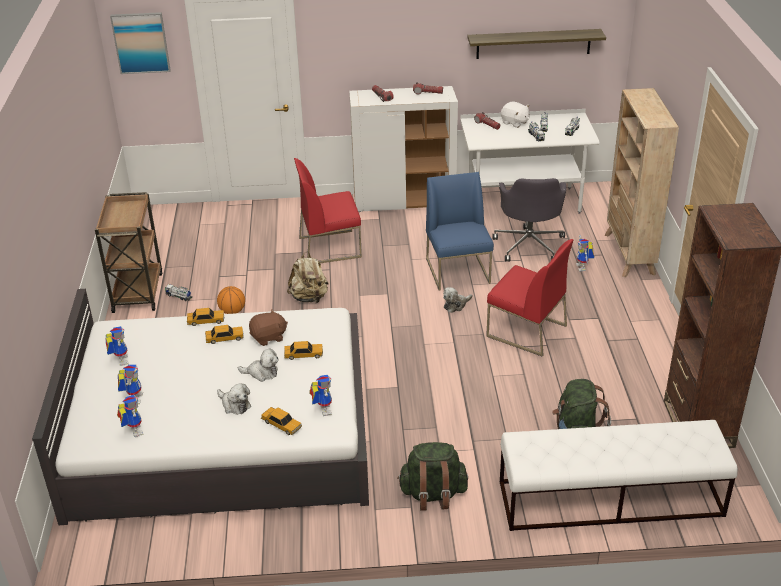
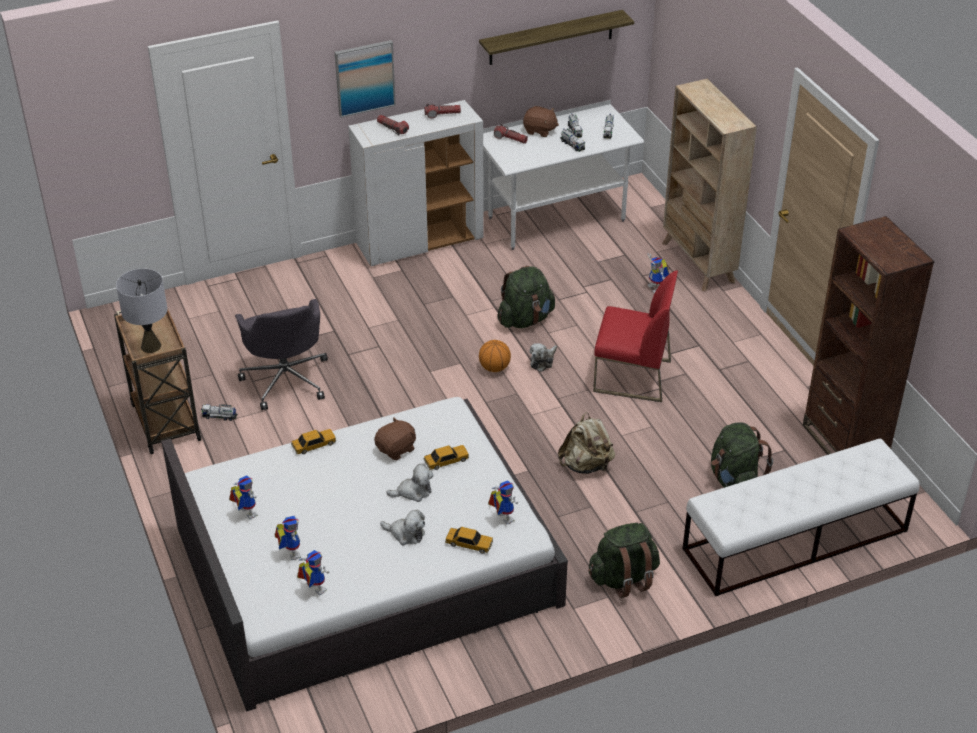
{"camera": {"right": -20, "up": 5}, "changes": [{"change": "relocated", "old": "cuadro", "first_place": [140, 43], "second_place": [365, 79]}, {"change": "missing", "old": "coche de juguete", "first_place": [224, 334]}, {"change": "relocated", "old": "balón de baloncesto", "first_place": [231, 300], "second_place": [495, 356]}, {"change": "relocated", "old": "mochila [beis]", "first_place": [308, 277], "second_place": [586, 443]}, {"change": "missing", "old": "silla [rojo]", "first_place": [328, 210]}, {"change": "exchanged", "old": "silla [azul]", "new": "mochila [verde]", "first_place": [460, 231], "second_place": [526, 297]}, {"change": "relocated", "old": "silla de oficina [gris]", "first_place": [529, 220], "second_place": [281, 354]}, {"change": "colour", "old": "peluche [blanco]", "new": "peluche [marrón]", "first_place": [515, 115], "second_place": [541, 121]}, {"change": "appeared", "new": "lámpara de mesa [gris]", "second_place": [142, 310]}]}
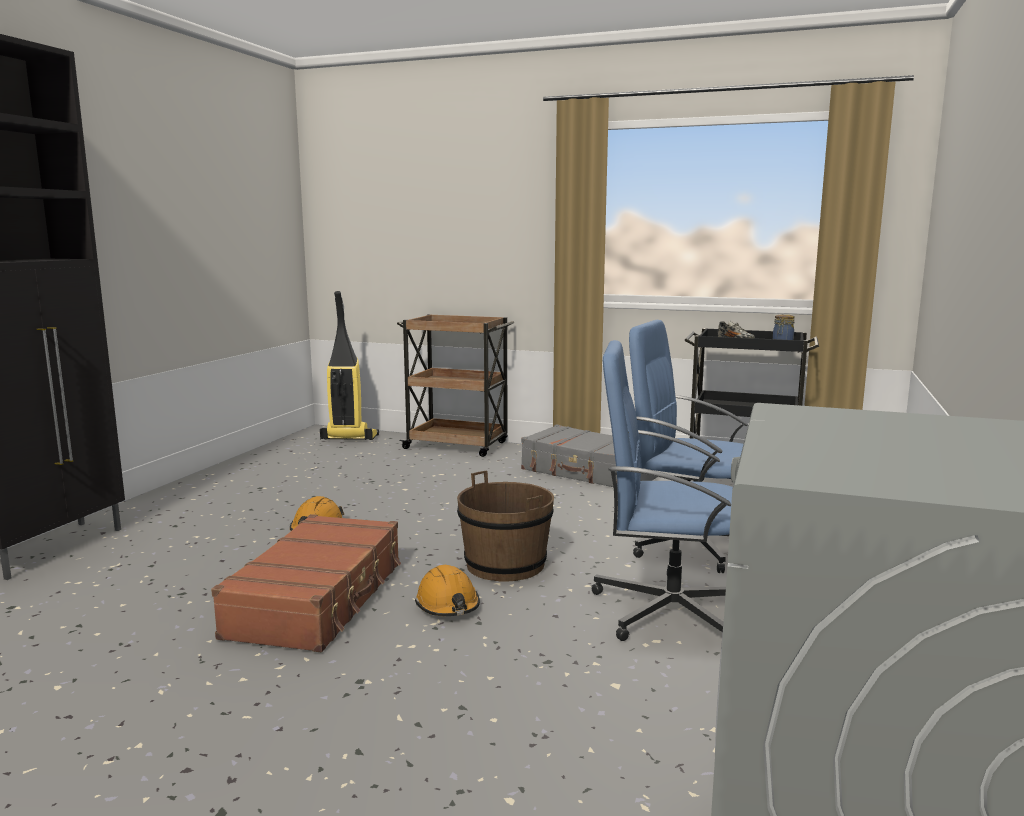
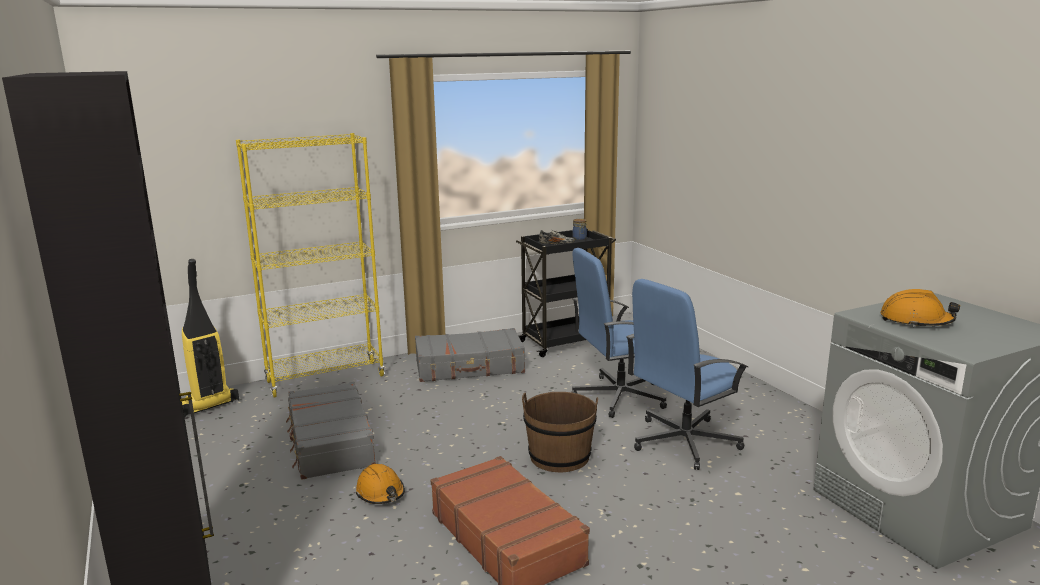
{"camera": {"right": -45, "up": 5}, "changes": [{"change": "exchanged", "old": "carrito [marrón]", "new": "estantería [amarillo]", "first_place": [455, 385], "second_place": [310, 265]}, {"change": "relocated", "old": "casco [naranja]", "first_place": [447, 590], "second_place": [920, 308]}, {"change": "appeared", "new": "maleta [gris]", "second_place": [331, 431]}]}
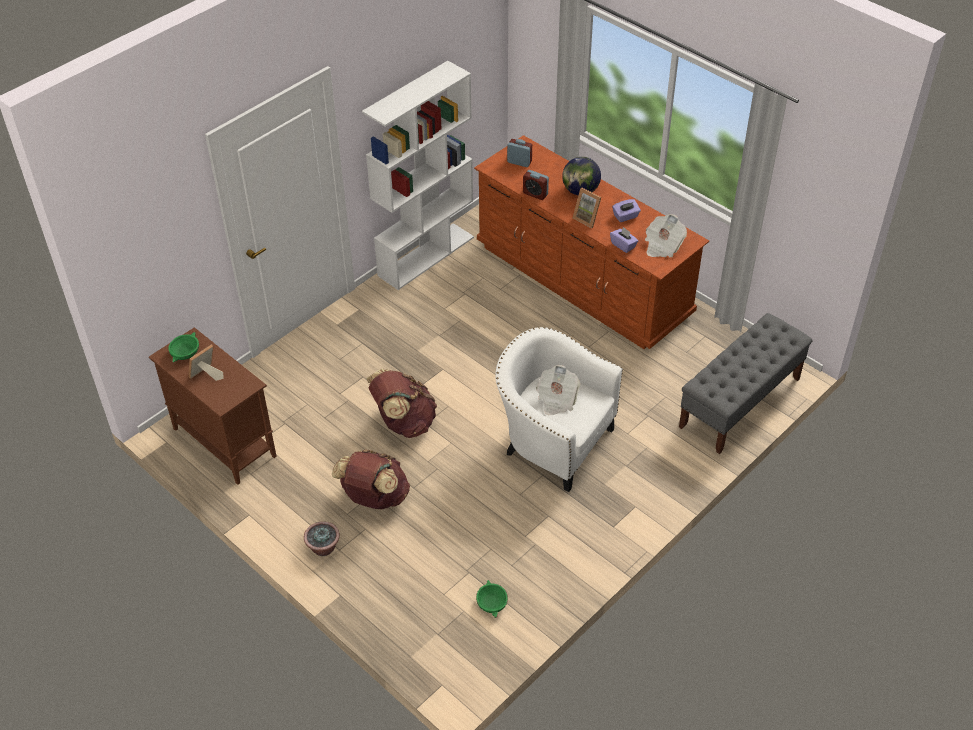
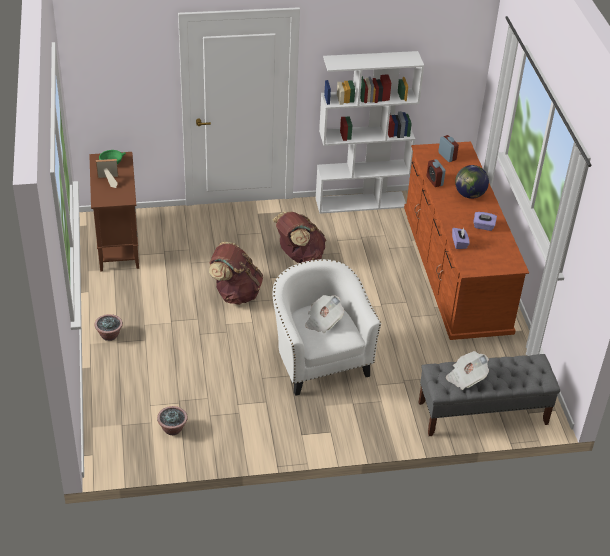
{"camera": {"right": 35, "up": -5}, "changes": [{"change": "relocated", "old": "mochila [marrón]", "first_place": [371, 479], "second_place": [299, 237]}, {"change": "exchanged", "old": "cuenco [verde]", "new": "planta en maceta", "first_place": [492, 599], "second_place": [172, 420]}, {"change": "missing", "old": "portarretratos", "first_place": [587, 208]}, {"change": "relocated", "old": "periódico", "first_place": [666, 235], "second_place": [467, 370]}]}
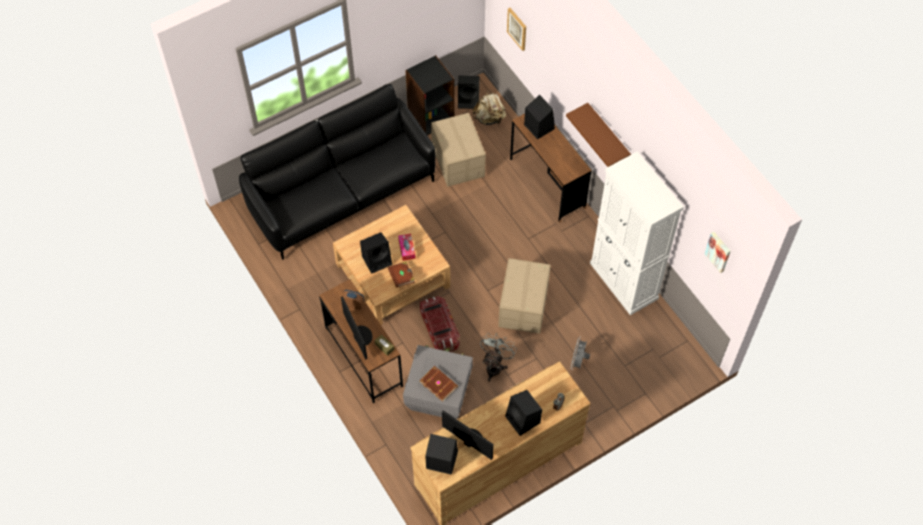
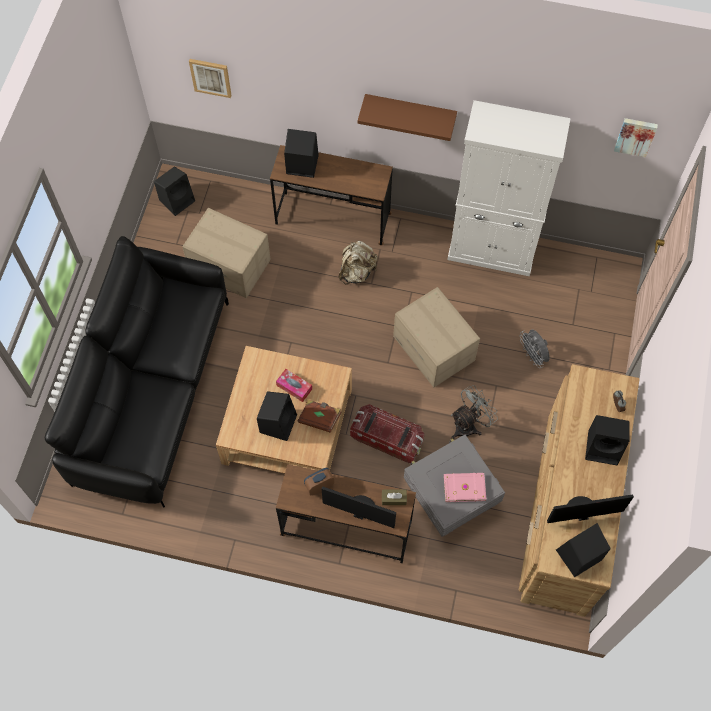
{"camera": {"right": -45, "up": 5}, "changes": [{"change": "missing", "old": "estantería [negro]", "first_place": [429, 95]}, {"change": "colour", "old": "libro [marrón]", "new": "libro [rosa]", "first_place": [439, 384], "second_place": [465, 487]}, {"change": "relocated", "old": "mochila [beis]", "first_place": [489, 107], "second_place": [358, 263]}, {"change": "spun", "old": "ventilador [gris]", "first_place": [498, 357], "second_place": [474, 412], "degrees": 75}]}
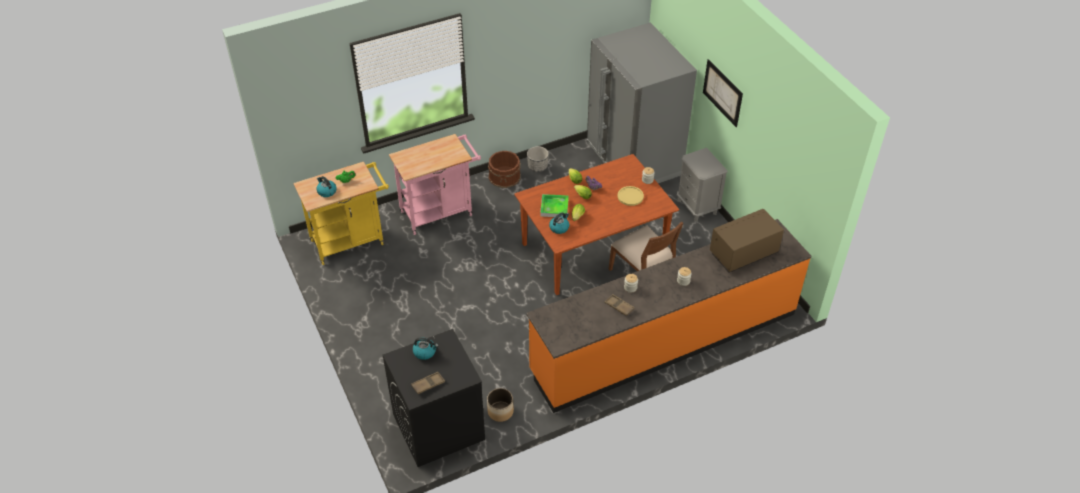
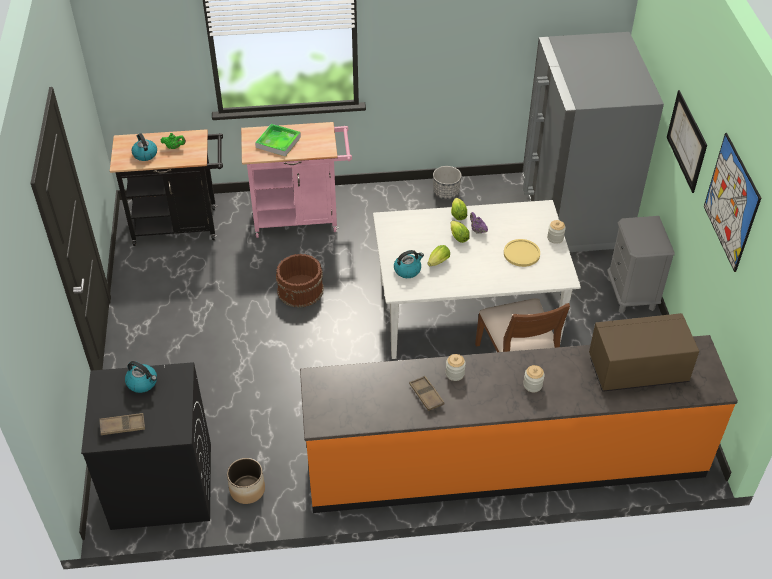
{"camera": {"right": 20, "up": 0}, "changes": [{"change": "colour", "old": "carrito [amarillo]", "new": "carrito [negro]", "first_place": [341, 213], "second_place": [166, 187]}, {"change": "relocated", "old": "cubo [marrón]", "first_place": [504, 169], "second_place": [300, 281]}, {"change": "colour", "old": "mesa de comedor [marrón]", "new": "mesa de comedor [blanco]", "first_place": [596, 224], "second_place": [477, 279]}, {"change": "relocated", "old": "bandeja", "first_place": [554, 205], "second_place": [278, 140]}, {"change": "appeared", "new": "cuadro", "second_place": [732, 202]}]}
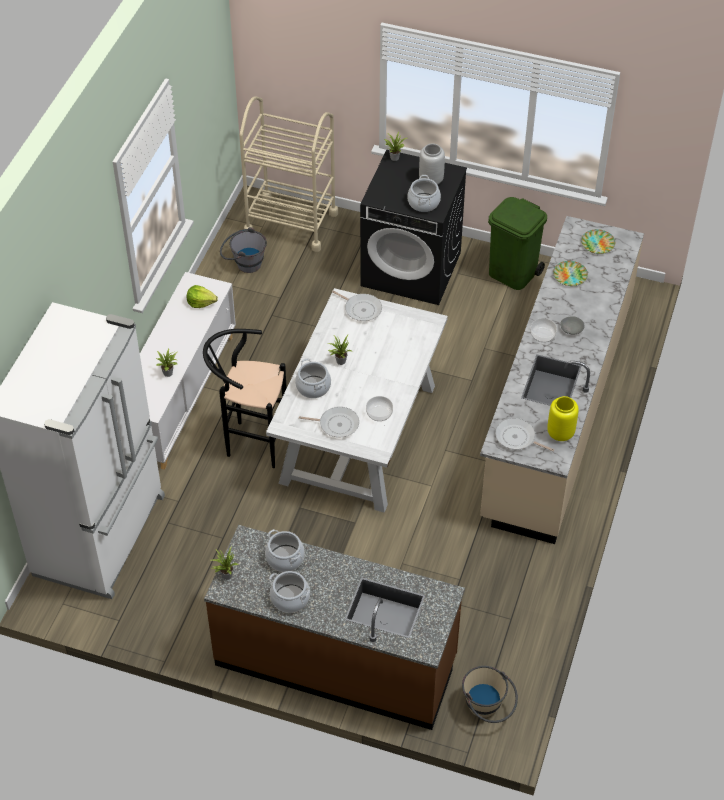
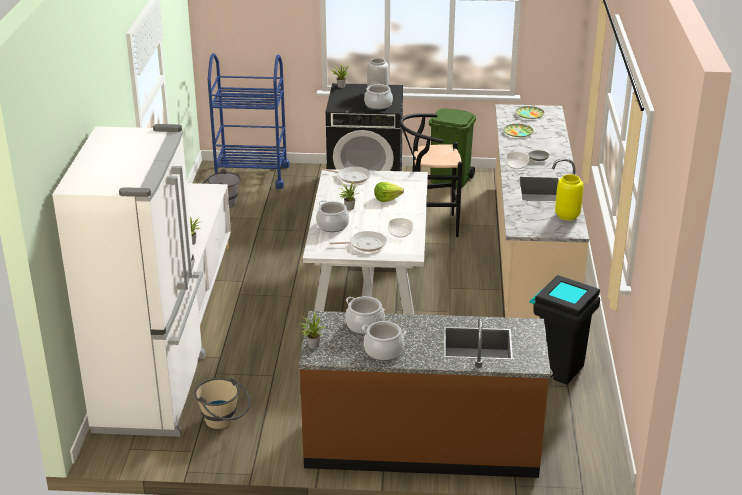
{"camera": {"right": -15, "up": -20}, "changes": [{"change": "relocated", "old": "lechuga", "first_place": [202, 296], "second_place": [389, 192]}, {"change": "relocated", "old": "taburete [negro]", "first_place": [245, 398], "second_place": [431, 175]}, {"change": "colour", "old": "carrito [beis]", "new": "carrito [azul]", "first_place": [289, 174], "second_place": [249, 121]}, {"change": "relocated", "old": "cubo [beis]", "first_place": [490, 694], "second_place": [222, 403]}, {"change": "missing", "old": "sartén", "first_place": [524, 435]}, {"change": "appeared", "new": "papelera [negro]", "second_place": [565, 330]}]}
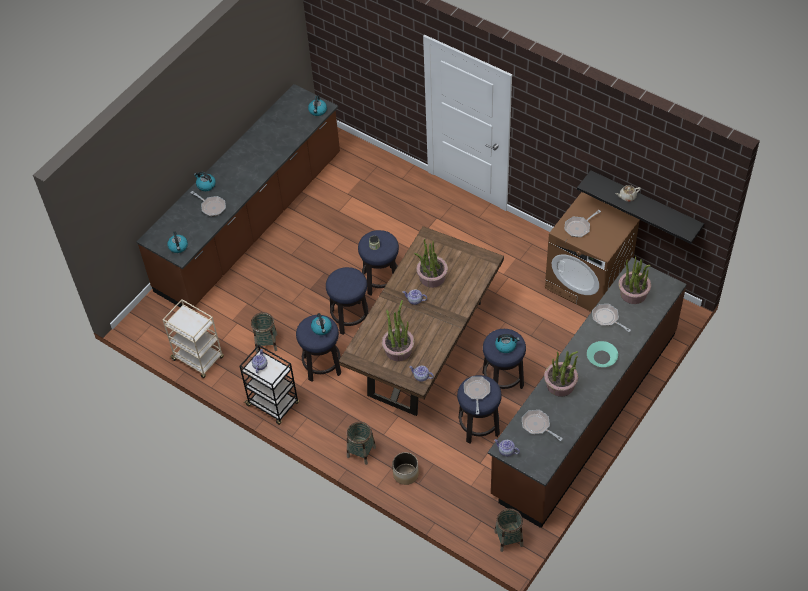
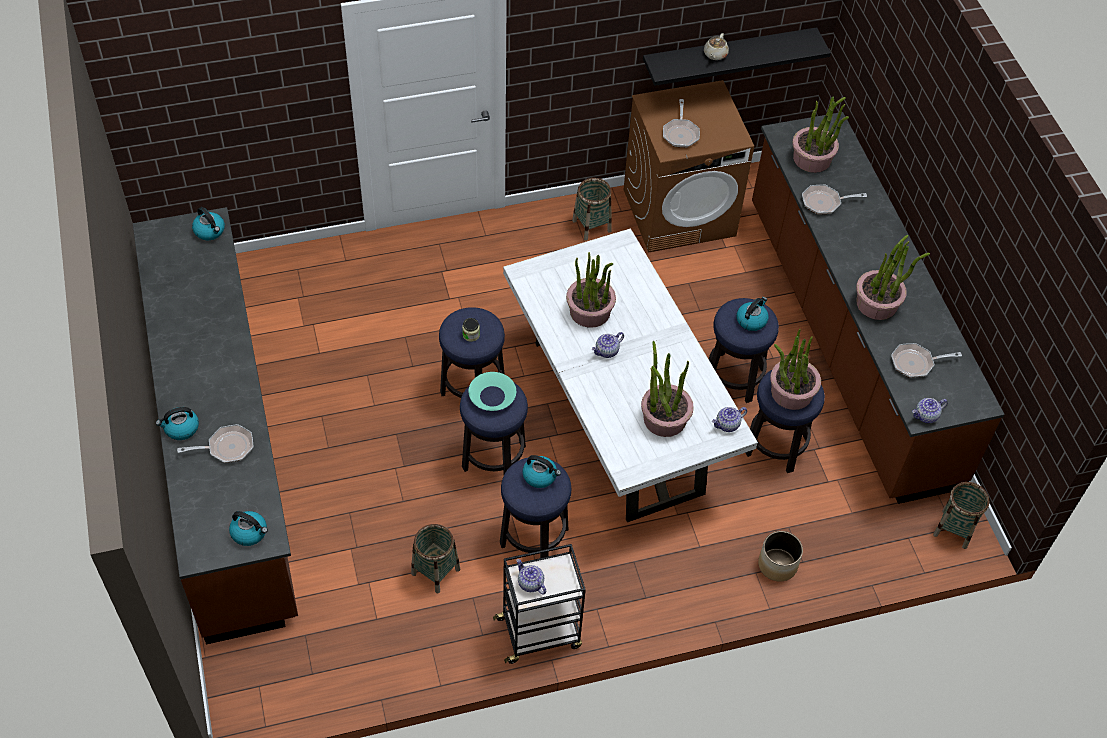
{"camera": {"right": -55, "up": 0}, "changes": [{"change": "missing", "old": "carrito [beis]", "first_place": [193, 338]}, {"change": "colour", "old": "mesa de comedor [marrón]", "new": "mesa de comedor [blanco]", "first_place": [421, 321], "second_place": [630, 375]}, {"change": "relocated", "old": "cesta", "first_place": [361, 443], "second_place": [592, 209]}, {"change": "exchanged", "old": "sartén", "new": "planta en maceta", "first_place": [477, 395], "second_place": [795, 369]}, {"change": "relocated", "old": "cuenco [turquesa]", "first_place": [602, 354], "second_place": [492, 391]}]}
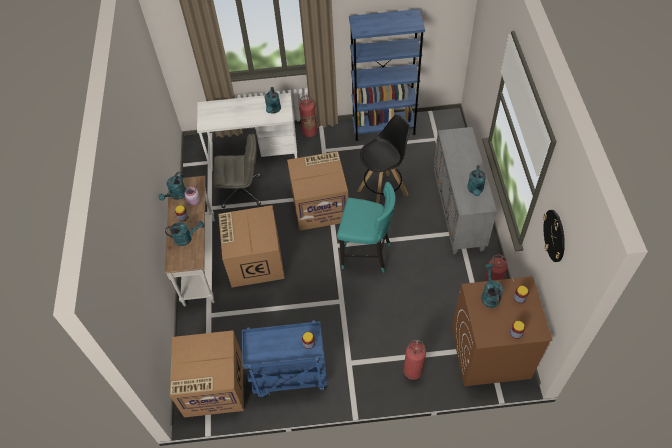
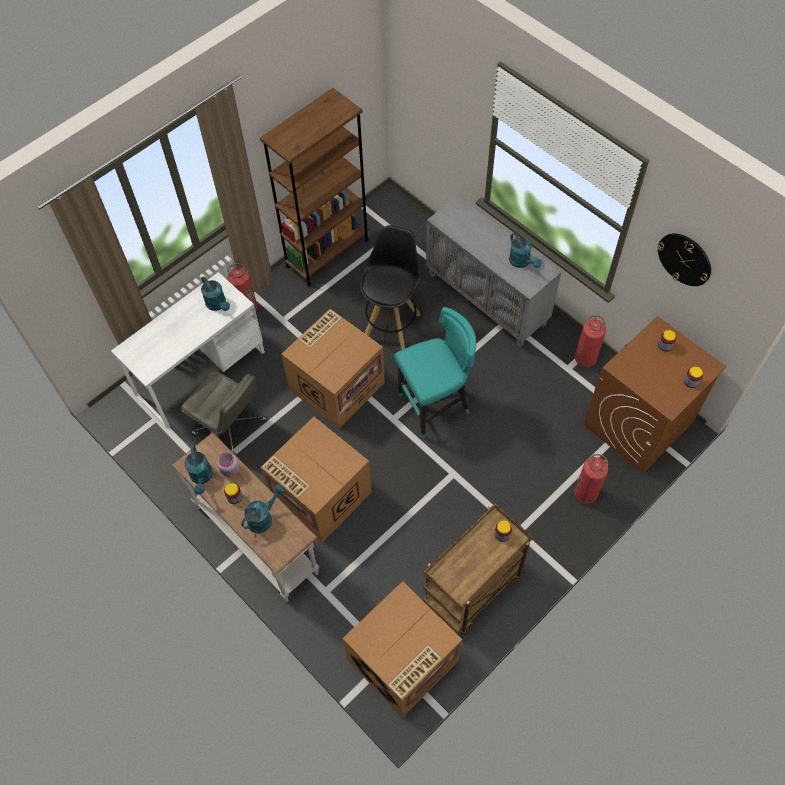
{"camera": {"right": -40, "up": 5}, "changes": [{"change": "spun", "old": "silla de oficina [gris]", "first_place": [237, 171], "second_place": [224, 412], "degrees": 75}, {"change": "colour", "old": "carrito [azul]", "new": "carrito [marrón]", "first_place": [284, 359], "second_place": [478, 569]}, {"change": "colour", "old": "estantería [azul]", "new": "estantería [marrón]", "first_place": [387, 75], "second_place": [314, 187]}, {"change": "missing", "old": "regadera [turquesa]", "first_place": [492, 286]}]}
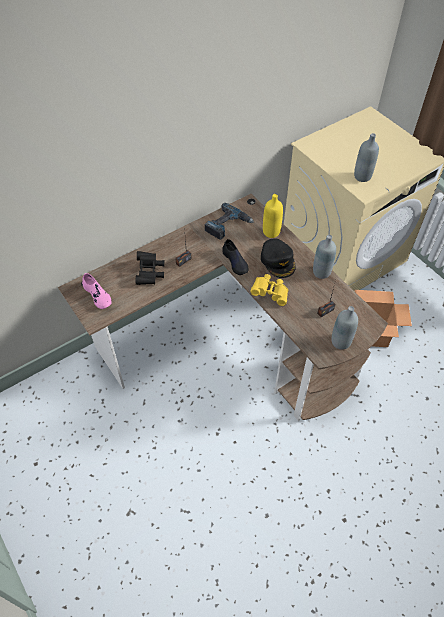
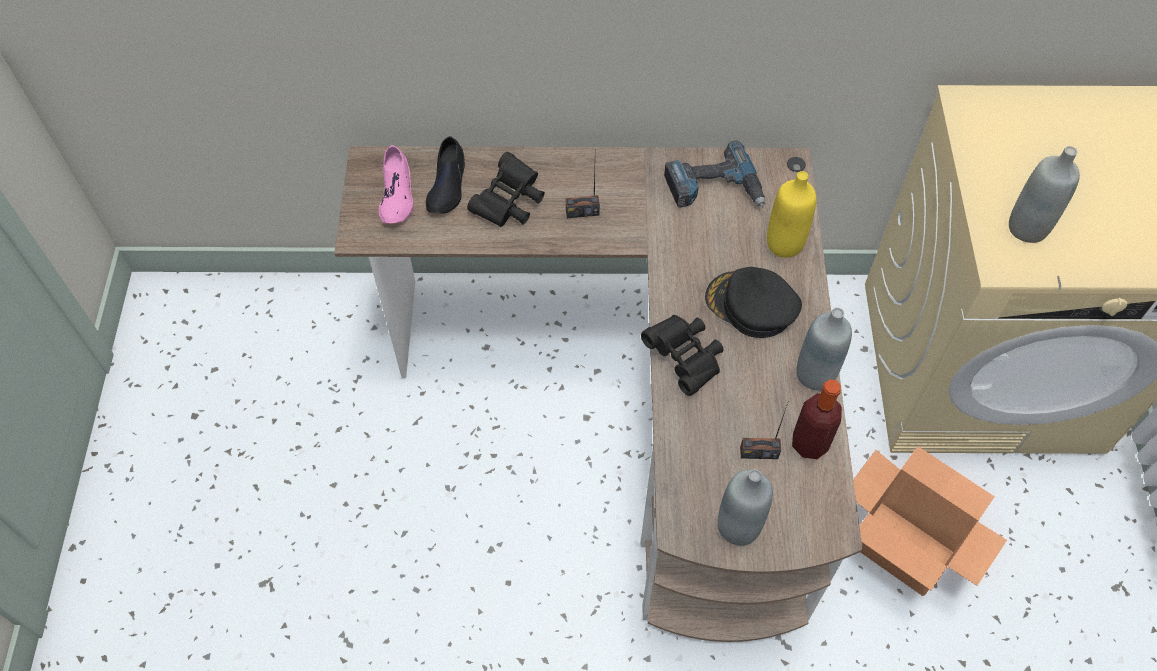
{"camera": {"right": 35, "up": 5}, "changes": [{"change": "relocated", "old": "zapato [negro]", "first_place": [235, 257], "second_place": [445, 175]}, {"change": "colour", "old": "prismáticos [amarillo]", "new": "prismáticos [negro]", "first_place": [269, 290], "second_place": [682, 355]}, {"change": "spun", "old": "gorra [negro]", "first_place": [278, 258], "second_place": [753, 302], "degrees": 105}, {"change": "appeared", "new": "botella", "second_place": [817, 419]}]}
